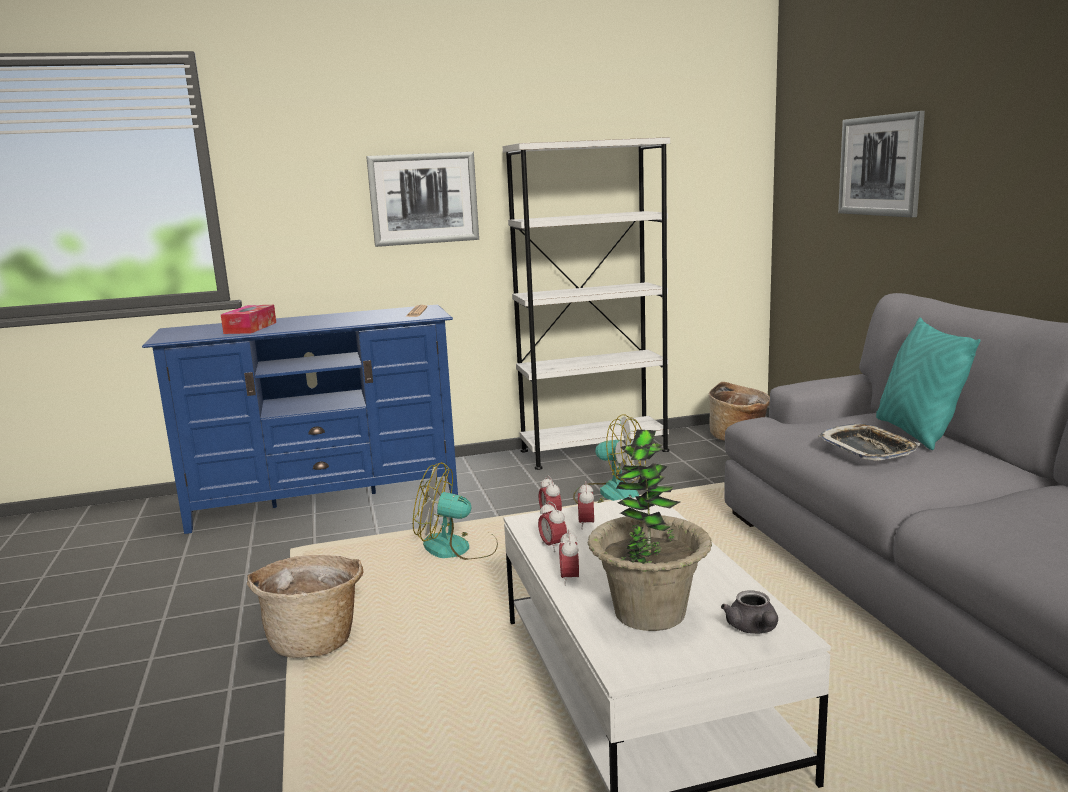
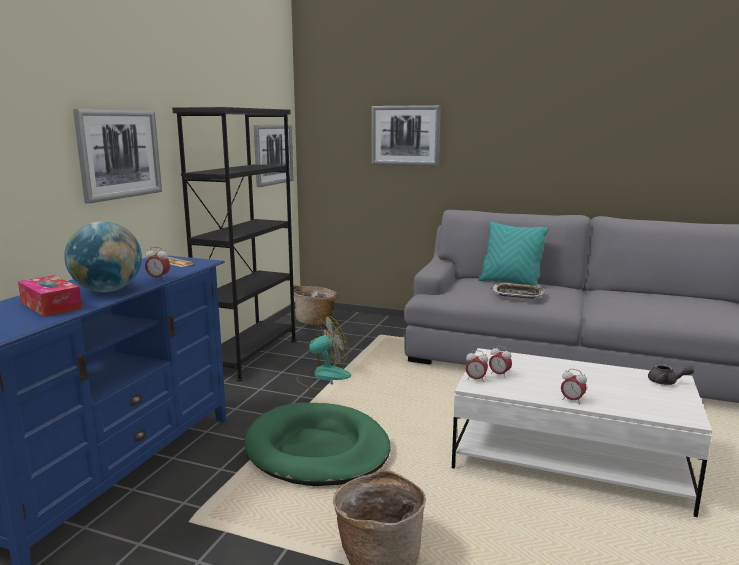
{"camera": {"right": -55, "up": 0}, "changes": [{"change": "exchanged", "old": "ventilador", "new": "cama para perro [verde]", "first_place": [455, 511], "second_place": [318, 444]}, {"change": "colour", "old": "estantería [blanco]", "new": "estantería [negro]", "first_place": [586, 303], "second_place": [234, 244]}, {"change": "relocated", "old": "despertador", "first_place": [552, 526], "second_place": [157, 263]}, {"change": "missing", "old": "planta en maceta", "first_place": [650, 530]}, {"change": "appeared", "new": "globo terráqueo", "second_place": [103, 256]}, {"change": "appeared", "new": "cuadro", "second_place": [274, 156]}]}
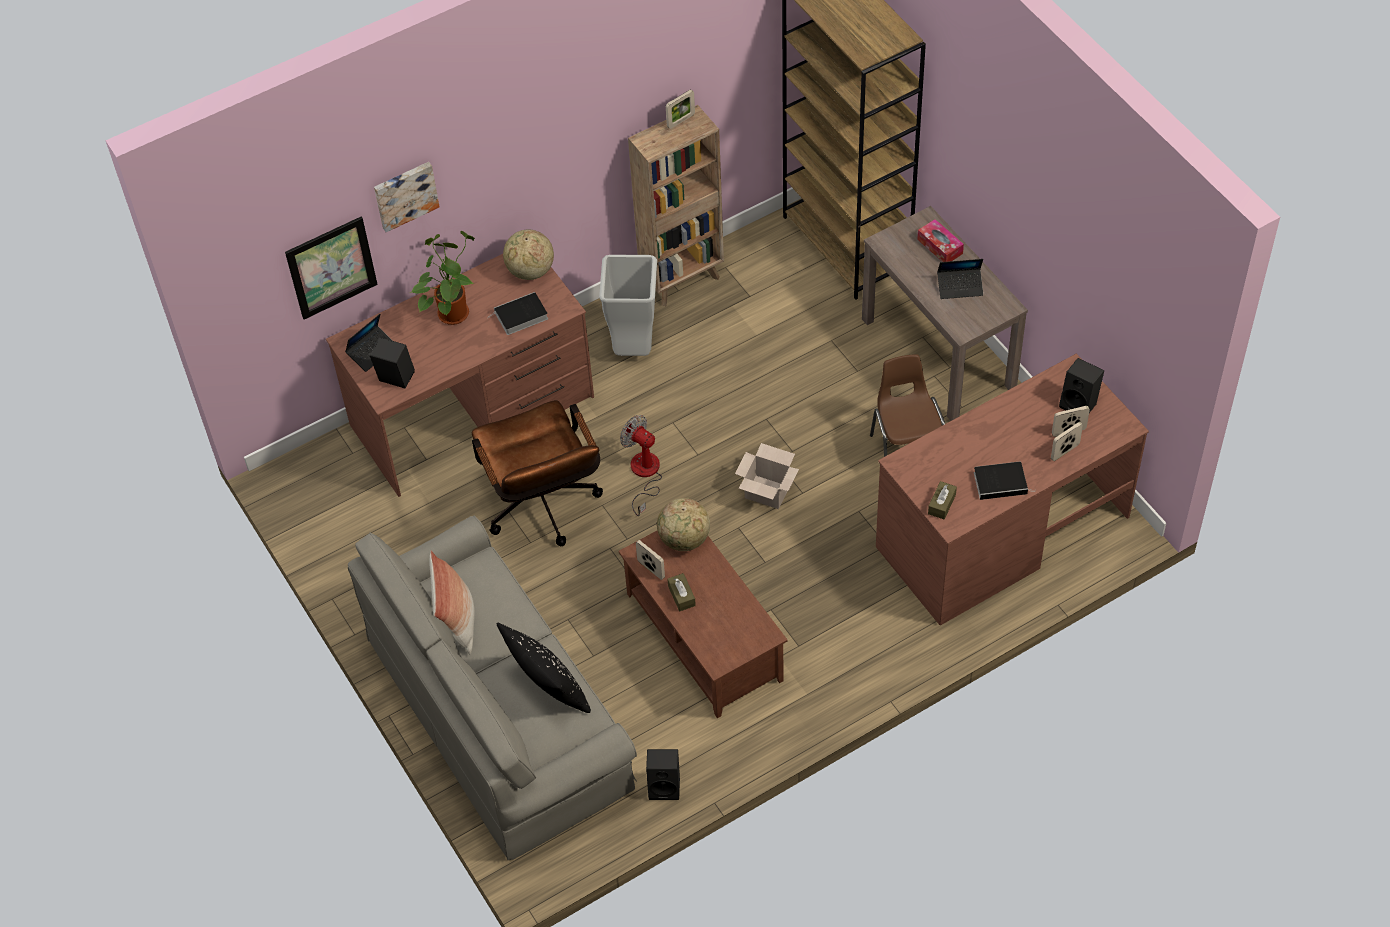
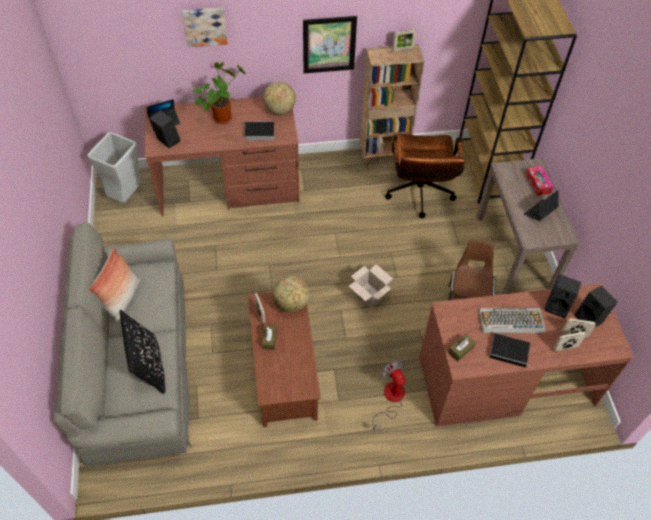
{"camera": {"right": 20, "up": 0}, "changes": [{"change": "relocated", "old": "cuadro", "first_place": [331, 268], "second_place": [330, 44]}, {"change": "relocated", "old": "silla de oficina [marrón]", "first_place": [537, 473], "second_place": [425, 176]}, {"change": "relocated", "old": "papelera [gris]", "first_place": [628, 305], "second_place": [114, 167]}, {"change": "relocated", "old": "ventilador", "first_place": [641, 465], "second_place": [389, 395]}, {"change": "relocated", "old": "altavoz [negro]", "first_place": [663, 774], "second_place": [563, 296]}, {"change": "spun", "old": "portátil", "first_place": [960, 279], "second_place": [541, 205], "degrees": 120}, {"change": "appeared", "new": "teclado", "second_place": [512, 320]}]}
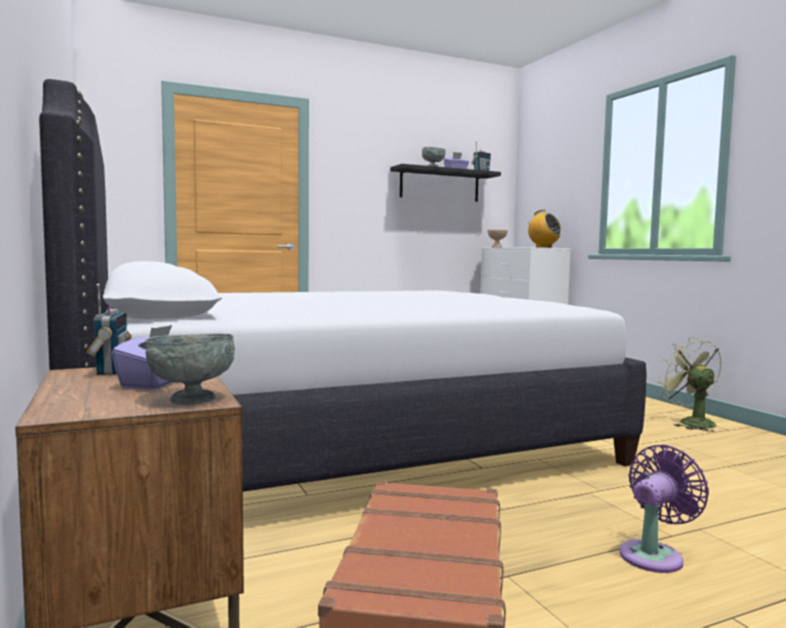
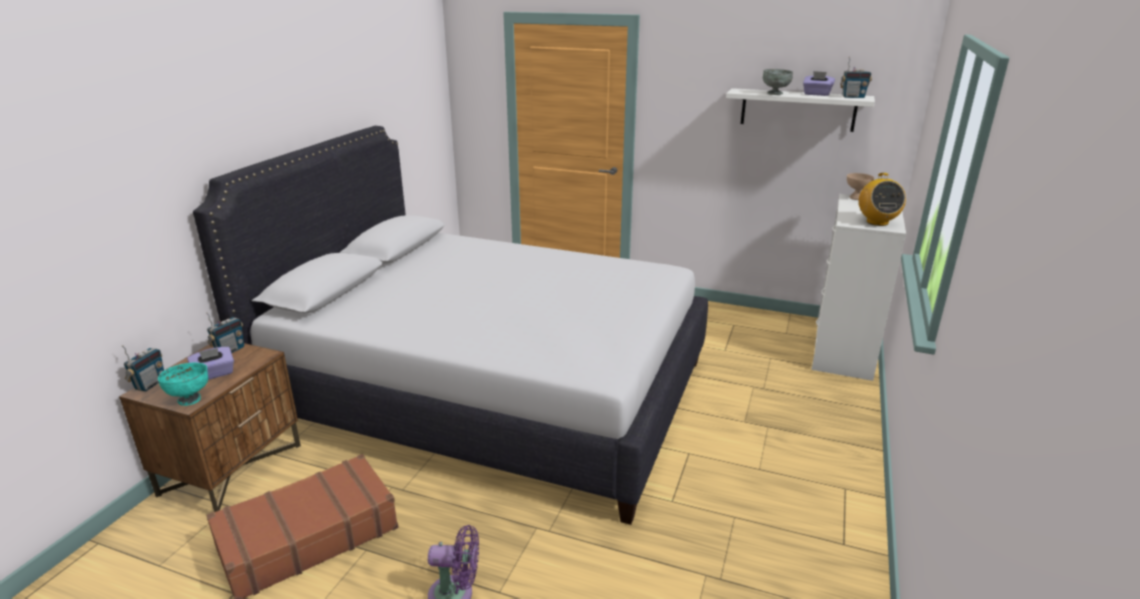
{"camera": {"right": 45, "up": 20}, "changes": [{"change": "colour", "old": "cuenco [gris]", "new": "cuenco [turquesa]", "first_place": [190, 369], "second_place": [183, 384]}, {"change": "colour", "old": "estante [negro]", "new": "estante [blanco]", "first_place": [445, 183], "second_place": [800, 110]}, {"change": "missing", "old": "ventilador [verde]", "first_place": [689, 384]}, {"change": "appeared", "new": "radio", "second_place": [143, 368]}]}
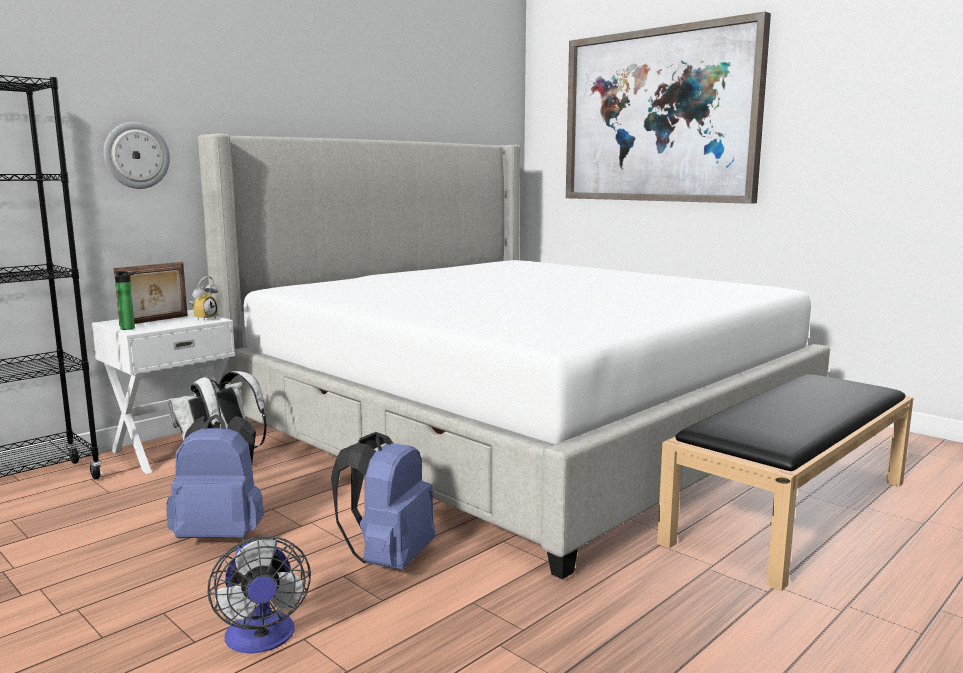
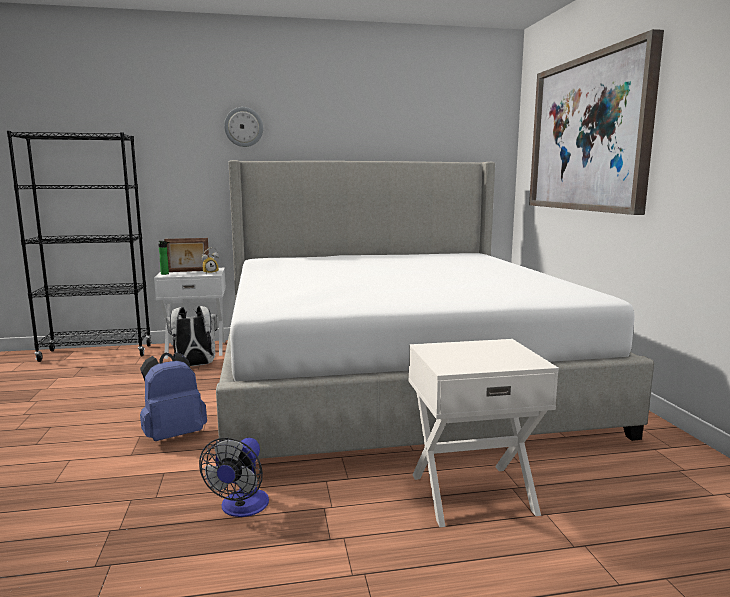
{"camera": {"right": 35, "up": 0}, "changes": [{"change": "relocated", "old": "reloj de pared", "first_place": [136, 155], "second_place": [243, 127]}, {"change": "missing", "old": "mochila [azul]", "first_place": [215, 476]}, {"change": "relocated", "old": "ventilador", "first_place": [259, 594], "second_place": [234, 477]}, {"change": "exchanged", "old": "banco [negro]", "new": "mesita de noche [blanco]", "first_place": [785, 482], "second_place": [483, 433]}]}
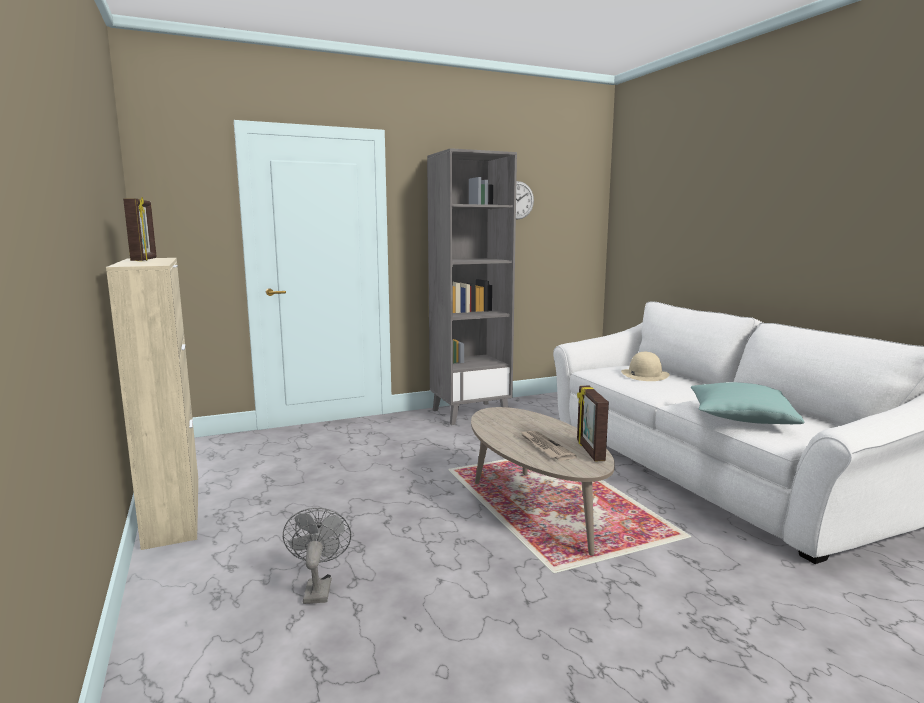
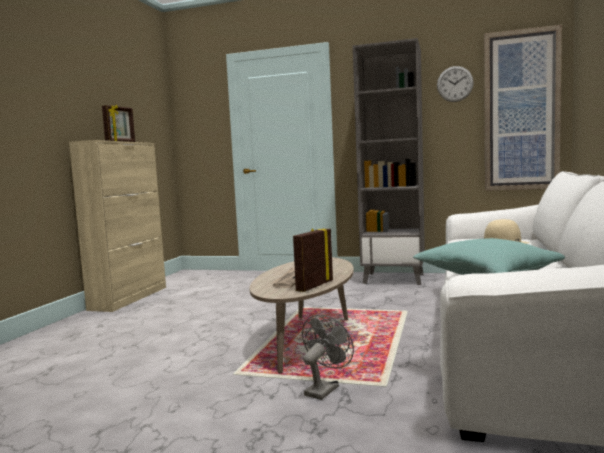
{"camera": {"right": 40, "up": -5}, "changes": [{"change": "relocated", "old": "ventilador [gris]", "first_place": [317, 556], "second_place": [328, 357]}, {"change": "appeared", "new": "cuadro", "second_place": [523, 108]}]}
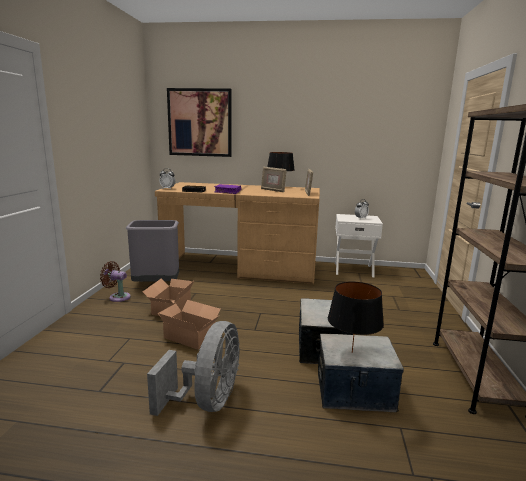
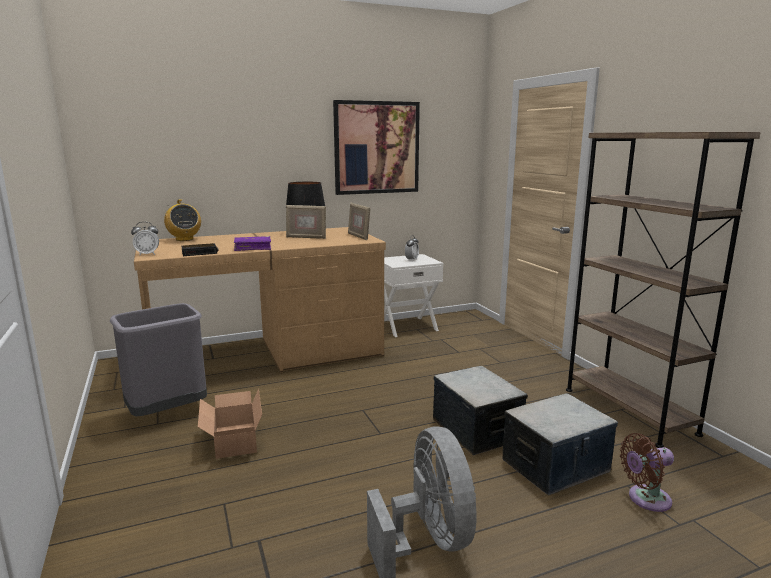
{"camera": {"right": -30, "up": 0}, "changes": [{"change": "relocated", "old": "ventilador [marrón]", "first_place": [115, 281], "second_place": [647, 472]}, {"change": "missing", "old": "caja de cartón", "first_place": [189, 325]}, {"change": "relocated", "old": "cuadro", "first_place": [199, 122], "second_place": [376, 147]}, {"change": "missing", "old": "lámpara de mesa [negro]", "first_place": [356, 317]}, {"change": "appeared", "new": "radio", "second_place": [182, 220]}]}
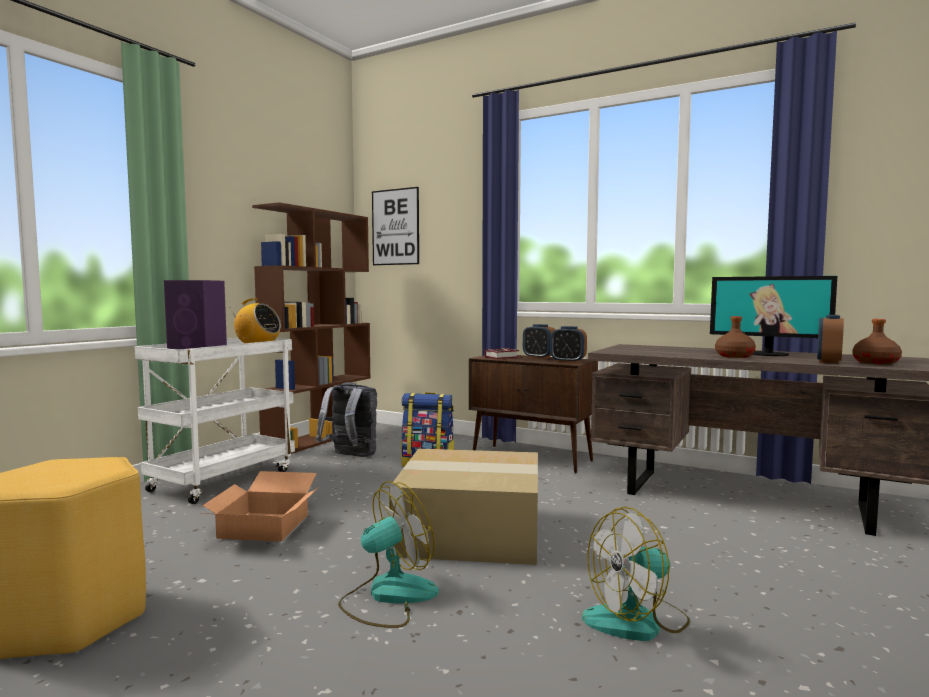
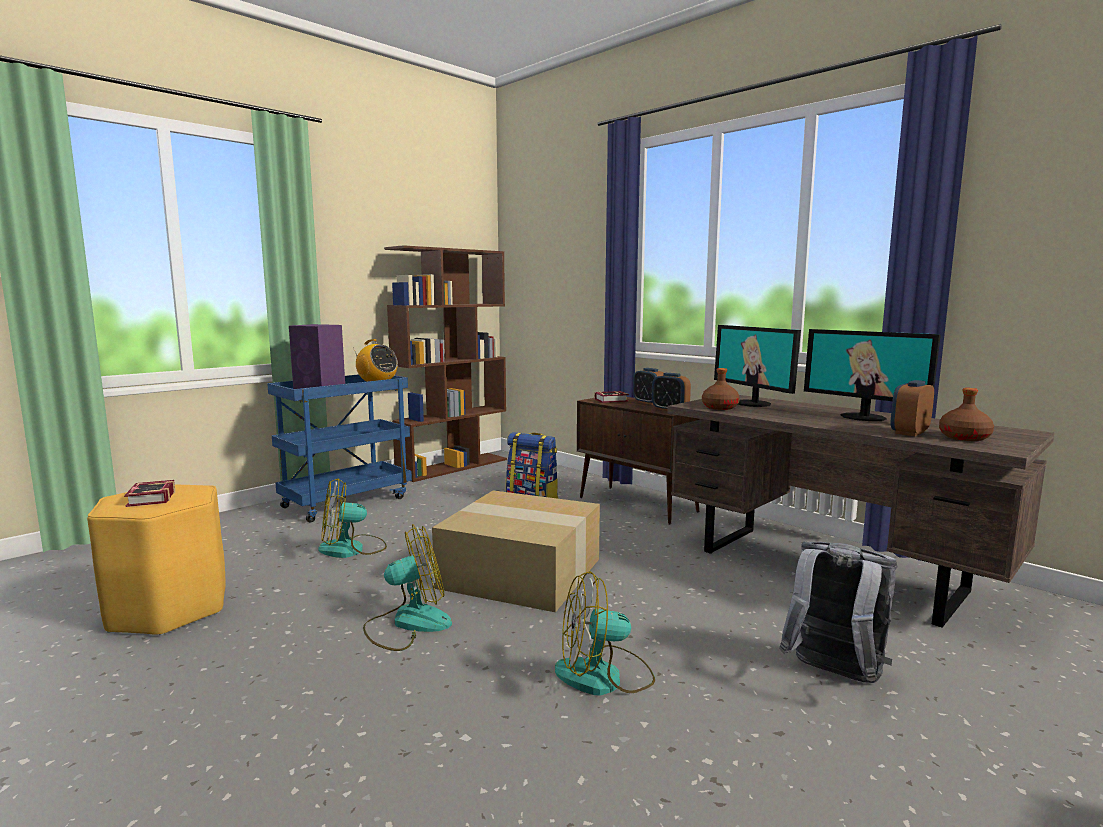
{"camera": {"right": 15, "up": 5}, "changes": [{"change": "colour", "old": "carrito [blanco]", "new": "carrito [azul]", "first_place": [214, 421], "second_place": [339, 448]}, {"change": "exchanged", "old": "caja de cartón", "new": "ventilador", "first_place": [260, 506], "second_place": [352, 518]}, {"change": "relocated", "old": "mochila [gris]", "first_place": [346, 419], "second_place": [838, 612]}, {"change": "missing", "old": "cuadro", "first_place": [395, 226]}, {"change": "relocated", "old": "botella [marrón]", "first_place": [735, 337], "second_place": [721, 389]}, {"change": "appeared", "new": "libro", "second_place": [149, 493]}, {"change": "appeared", "new": "monitor", "second_place": [757, 366]}]}
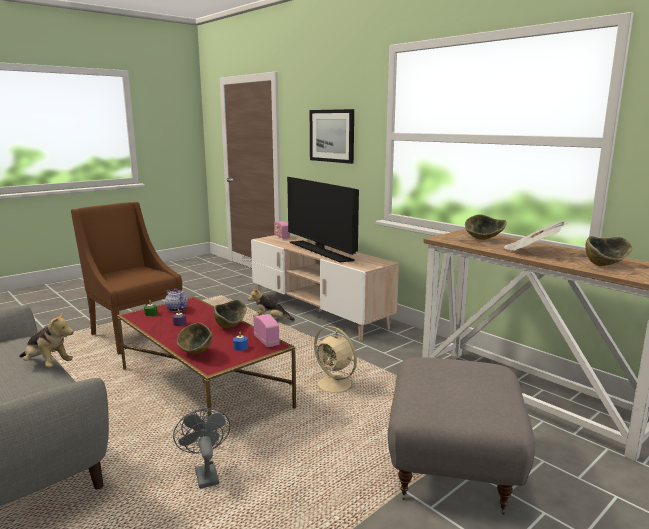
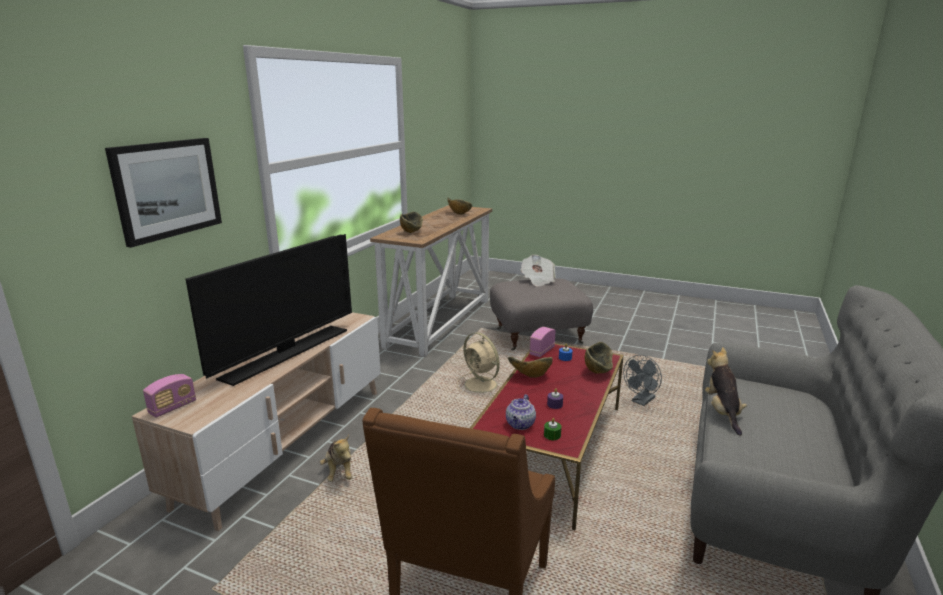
{"camera": {"right": -115, "up": 5}, "changes": [{"change": "spun", "old": "ventilador [beis]", "first_place": [335, 362], "second_place": [478, 364], "degrees": 120}, {"change": "relocated", "old": "periódico", "first_place": [535, 236], "second_place": [538, 270]}]}
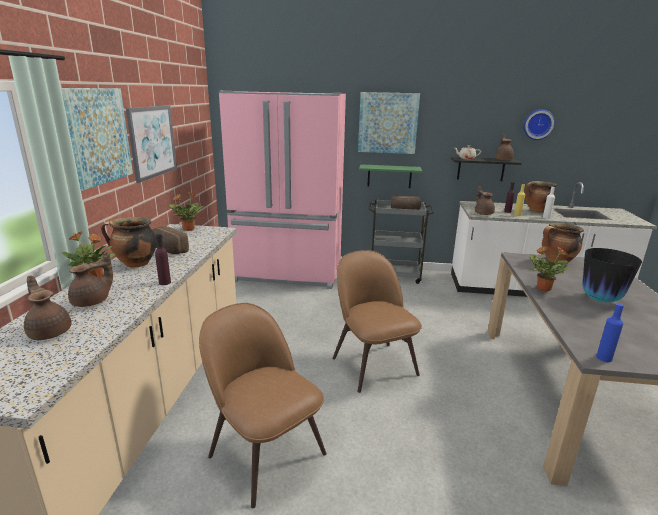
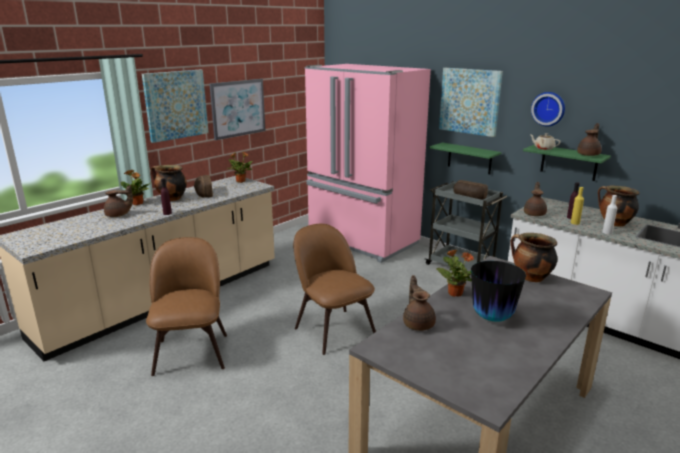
{"camera": {"right": 35, "up": 0}, "changes": [{"change": "relocated", "old": "tetera [marrón]", "first_place": [48, 307], "second_place": [419, 303]}, {"change": "spun", "old": "silla [marrón]", "first_place": [377, 321], "second_place": [334, 289], "degrees": -45}, {"change": "colour", "old": "estante [negro]", "new": "estante [verde]", "first_place": [486, 169], "second_place": [567, 163]}, {"change": "relocated", "old": "reloj de pared", "first_place": [539, 124], "second_place": [548, 109]}, {"change": "missing", "old": "botella [azul]", "first_place": [610, 332]}]}
